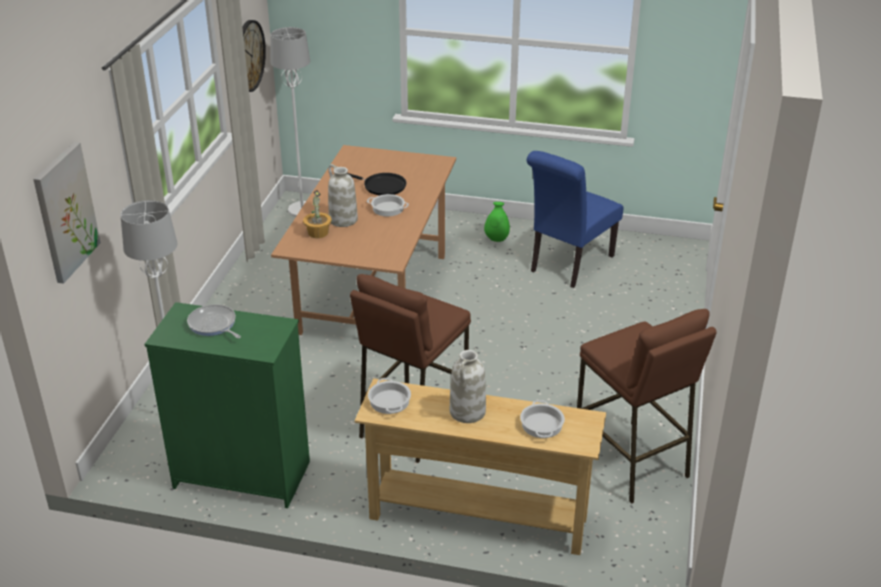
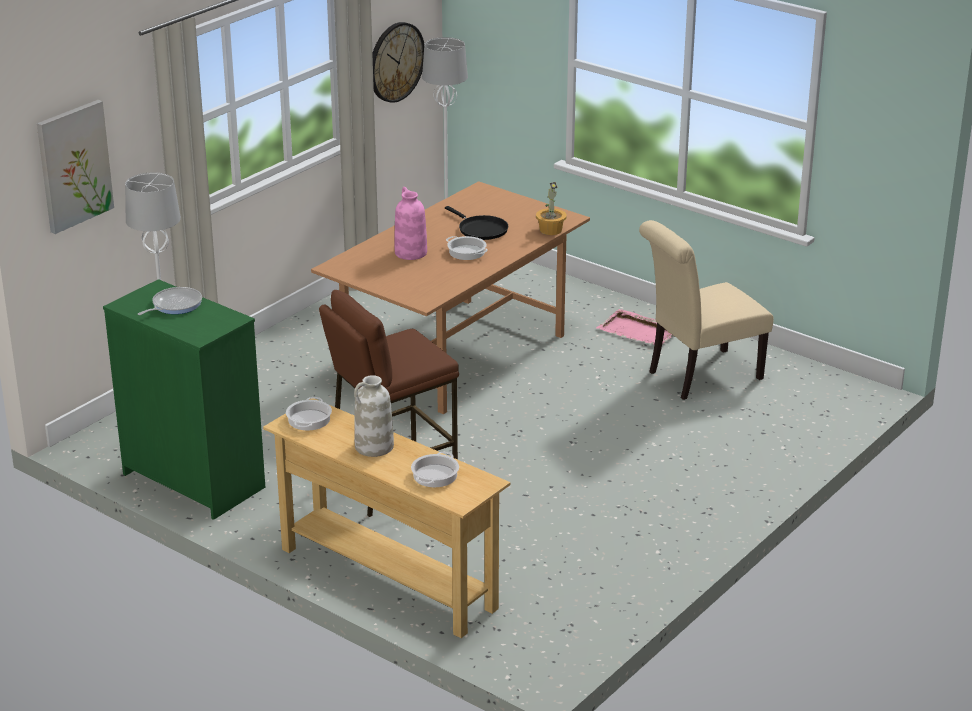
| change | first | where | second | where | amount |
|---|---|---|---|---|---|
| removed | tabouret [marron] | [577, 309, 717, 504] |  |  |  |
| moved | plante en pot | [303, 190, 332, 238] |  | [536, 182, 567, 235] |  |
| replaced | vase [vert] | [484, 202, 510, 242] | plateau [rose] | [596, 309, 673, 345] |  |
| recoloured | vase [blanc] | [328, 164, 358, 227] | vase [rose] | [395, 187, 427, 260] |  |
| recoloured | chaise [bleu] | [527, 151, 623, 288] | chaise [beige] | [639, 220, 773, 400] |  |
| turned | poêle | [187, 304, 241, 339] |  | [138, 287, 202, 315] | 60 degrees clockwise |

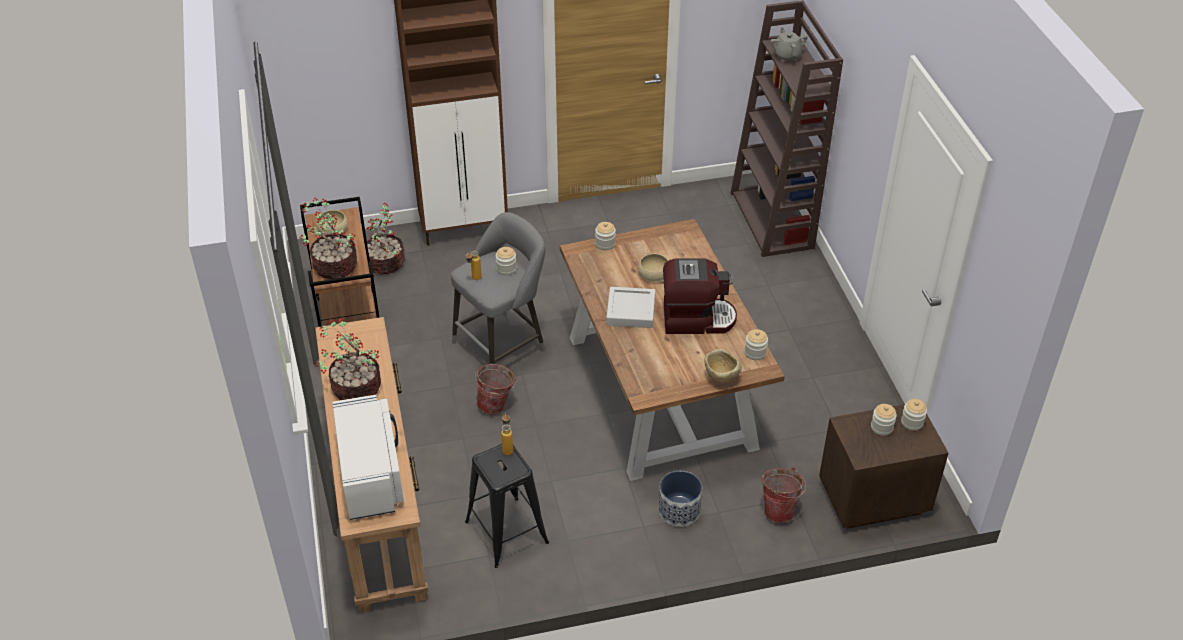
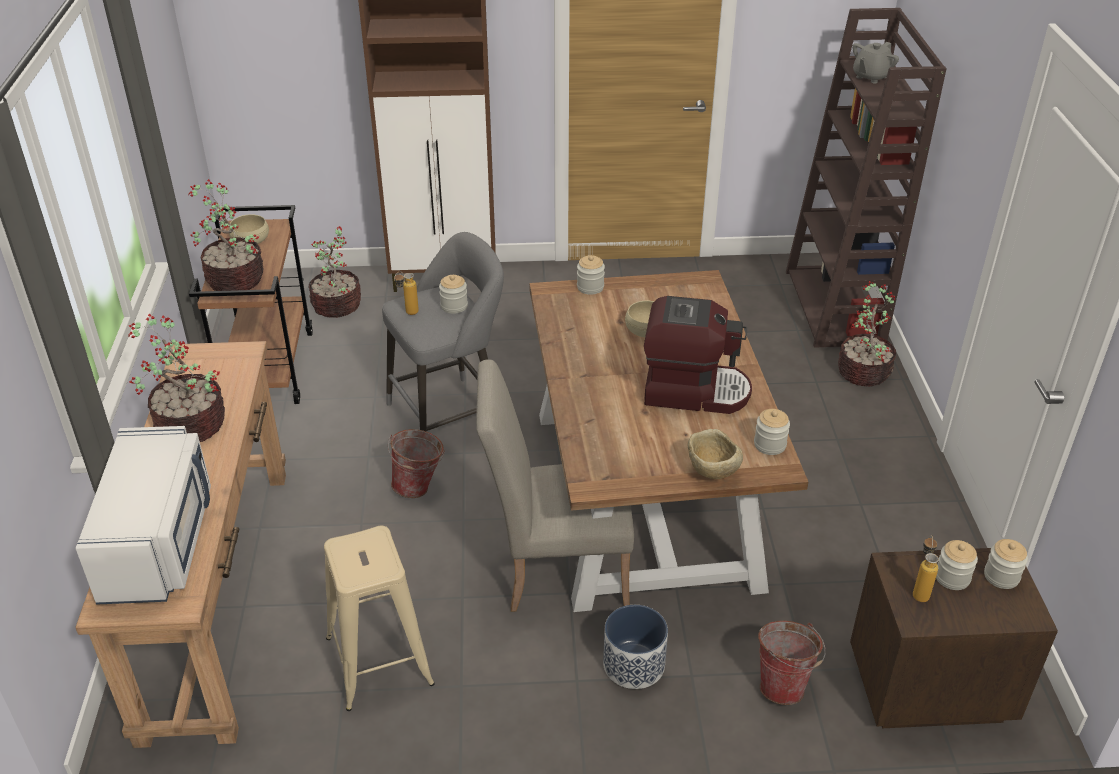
| change | first | where | second | where | amount |
|---|---|---|---|---|---|
| removed | plateau [gris] | [606, 287, 655, 328] |  |  |  |
| added |  |  | chaise [beige] | [476, 359, 634, 611] |  |
| added |  |  | plante en pot | [838, 281, 896, 387] |  |
| moved | bouteille | [501, 413, 513, 455] |  | [913, 535, 939, 602] |  |
| recoloured | tabouret [noir] | [465, 444, 549, 568] | tabouret [beige] | [324, 526, 435, 711] |  |
| turned | théière [gris] | [770, 27, 808, 62] |  | [852, 42, 899, 83] | 135 degrees counterclockwise |

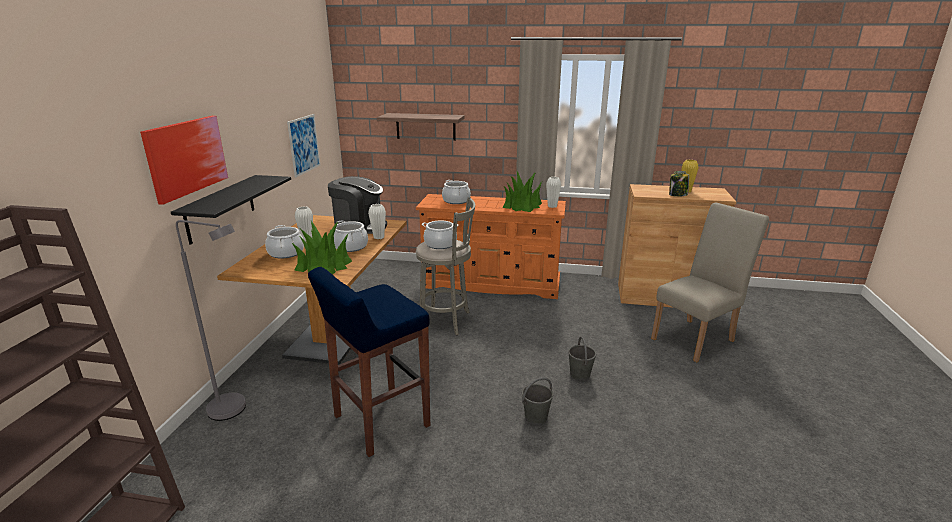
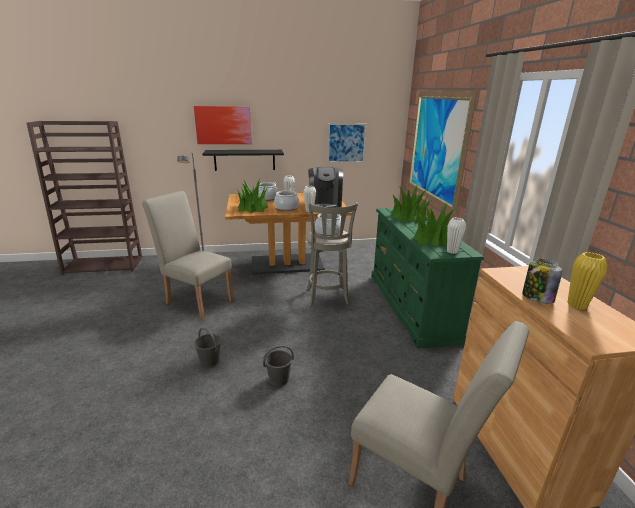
| change | first | where | second | where | amount |
|---|---|---|---|---|---|
| replaced | tabouret [bleu] | [308, 267, 430, 457] | chaise [beige] | [142, 191, 234, 320] |  |
| replaced | étagère | [377, 113, 465, 141] | tableau | [409, 91, 477, 215] |  |
| replaced | marmite | [442, 180, 471, 204] | plante en pot | [391, 186, 431, 222] |  |
| recoloured | commode [orange] | [416, 194, 566, 299] | commode [vert] | [371, 208, 484, 349] |  |

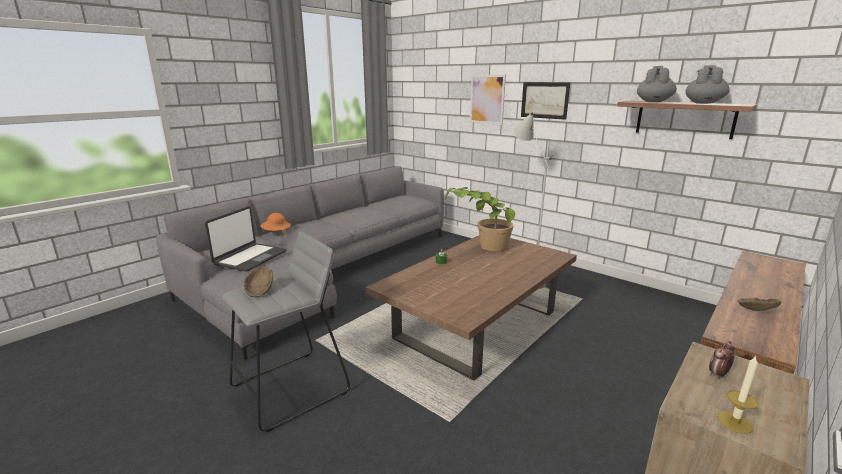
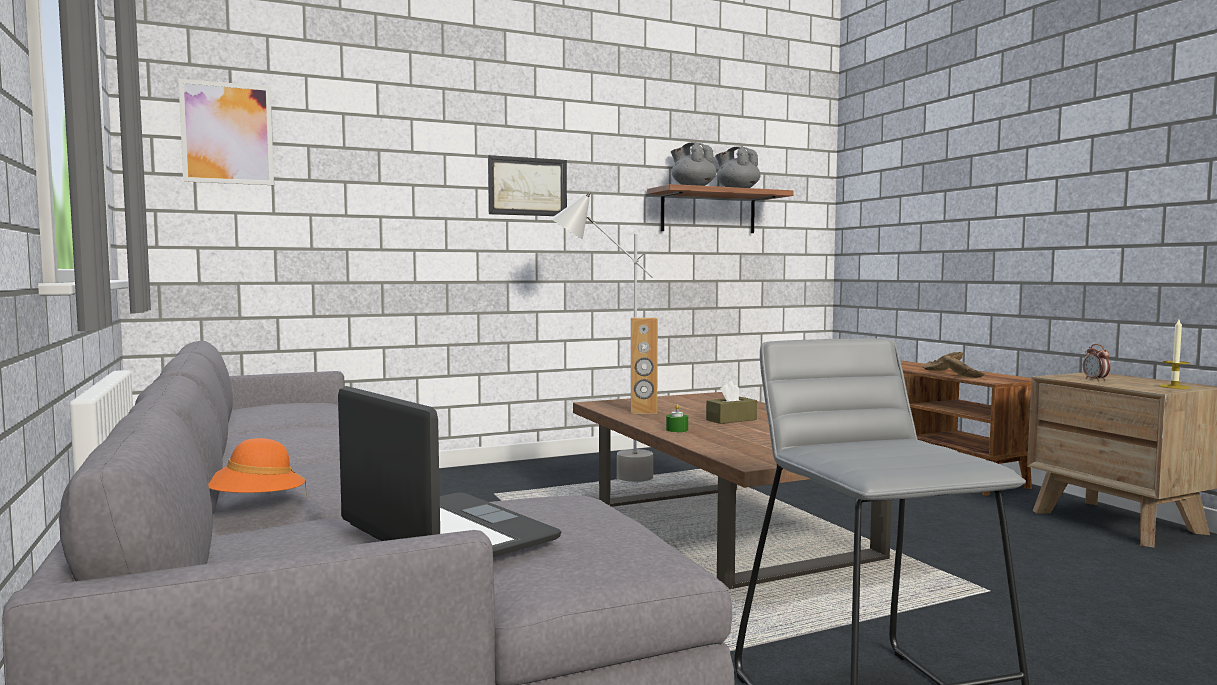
| change | first | where | second | where | amount |
|---|---|---|---|---|---|
| added |  |  | boîte à mouchoirs [marron] | [706, 381, 757, 424] |  |
| moved | bol [marron] | [244, 267, 273, 297] |  | [943, 355, 985, 378] |  |
| moved | tableau | [470, 75, 506, 125] |  | [178, 78, 274, 185] |  |
| replaced | plante en pot | [445, 187, 515, 252] | enceinte [marron] | [631, 318, 658, 414] |  |

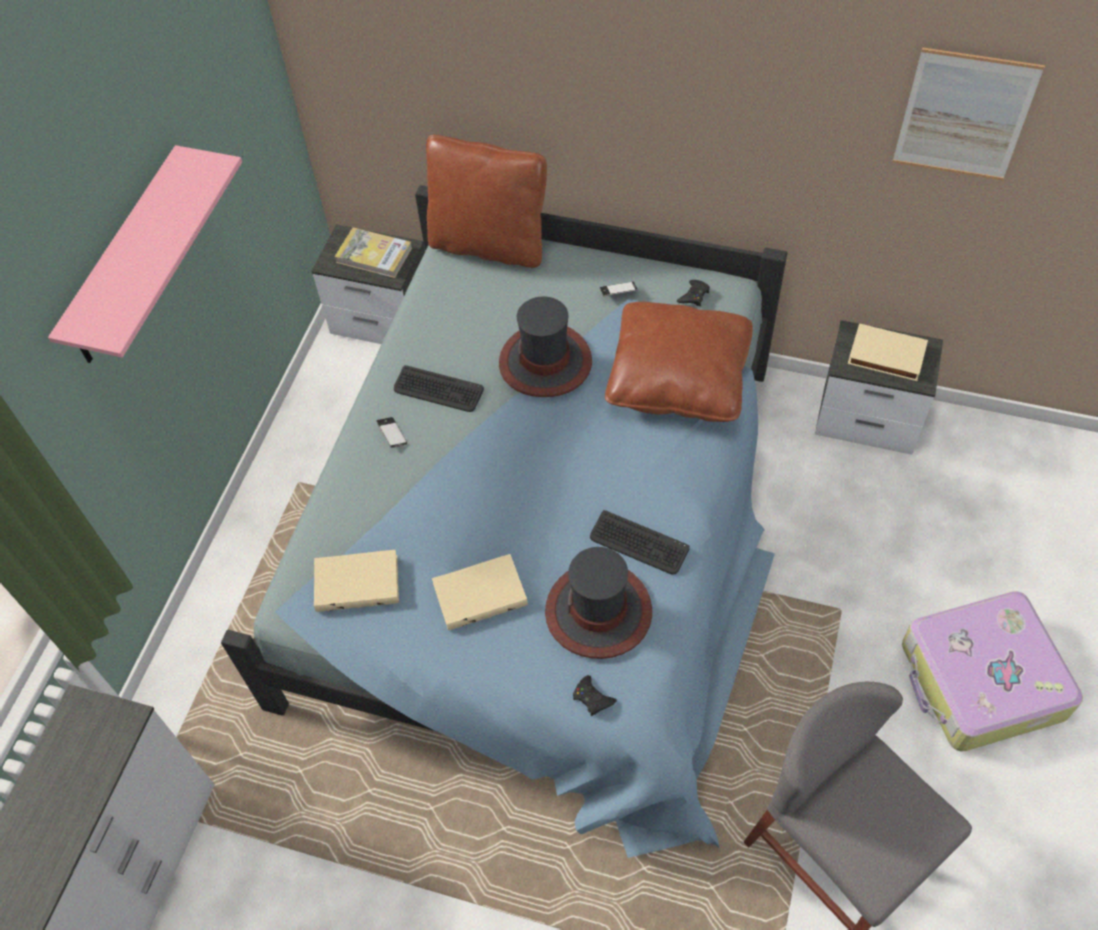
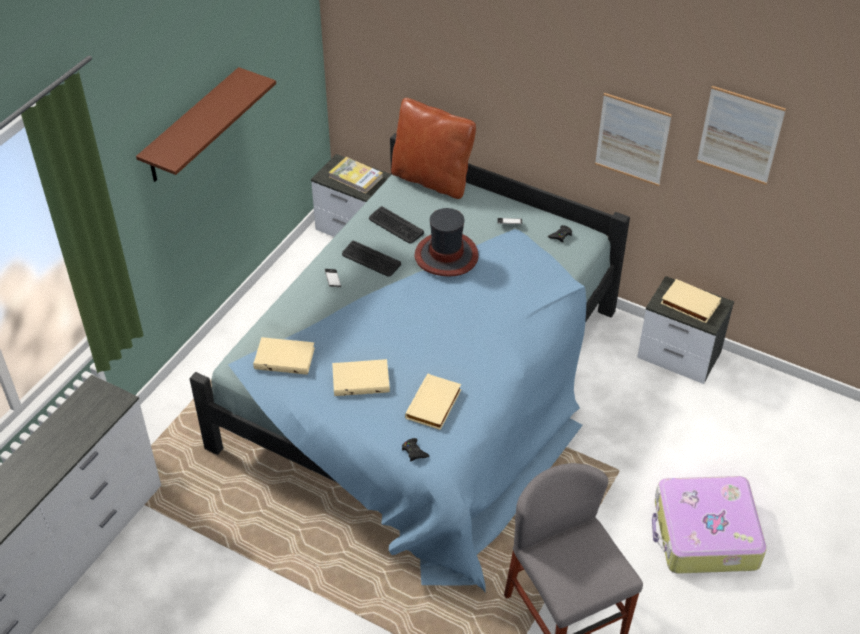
| change | first | where | second | where | amount |
|---|---|---|---|---|---|
| removed | coussin [marron] | [605, 302, 753, 422] |  |  |  |
| added |  |  | tableau | [595, 93, 672, 186] |  |
| moved | clavier | [590, 510, 690, 575] |  | [369, 206, 424, 243] |  |
| replaced | chapeau | [545, 547, 652, 659] | livre [beige] | [405, 374, 461, 430] |  |
| recoloured | étagère [rose] | [48, 145, 242, 363] | étagère [marron] | [136, 67, 276, 182] |  |

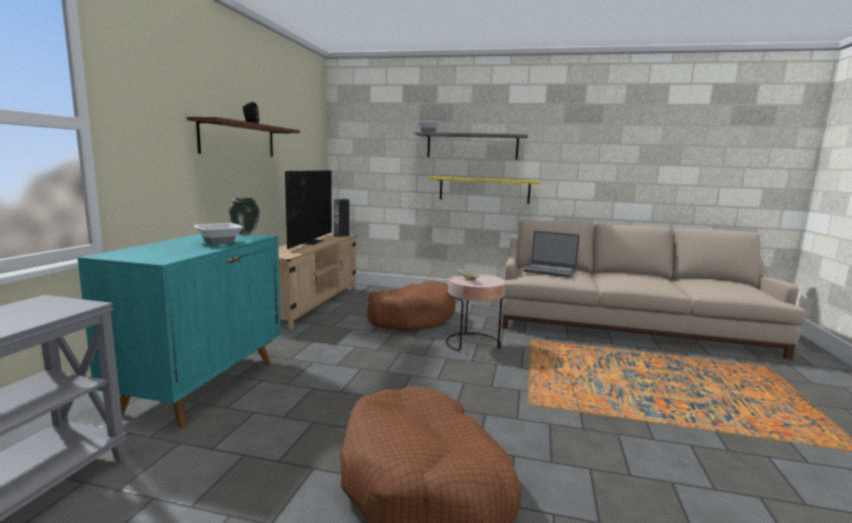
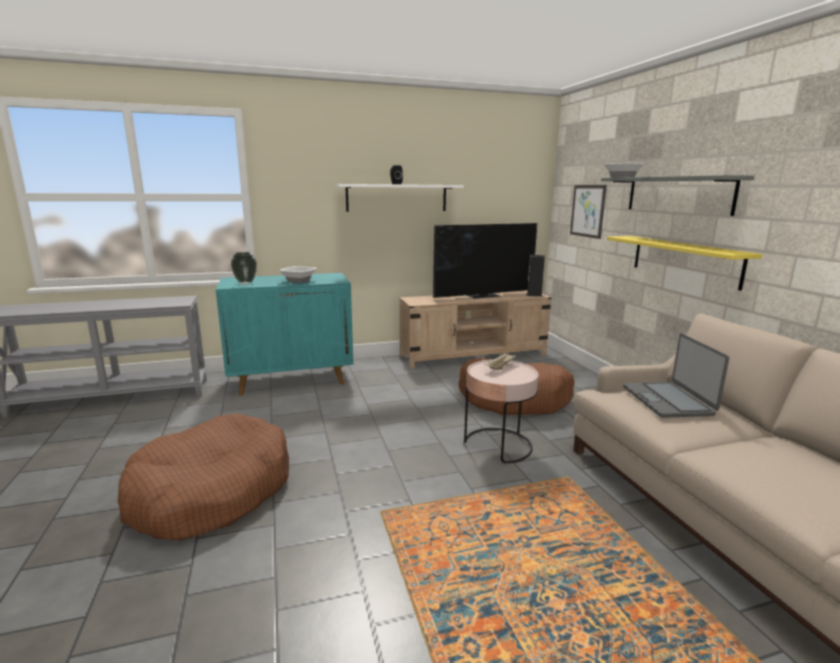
| change | first | where | second | where | amount |
|---|---|---|---|---|---|
| added |  |  | tableau | [570, 185, 607, 239] |  |
| moved | vase | [229, 198, 260, 235] |  | [231, 252, 257, 285] |  |
| recoloured | étagère [marron] | [187, 117, 300, 157] | étagère [blanc] | [335, 184, 464, 212] |  |

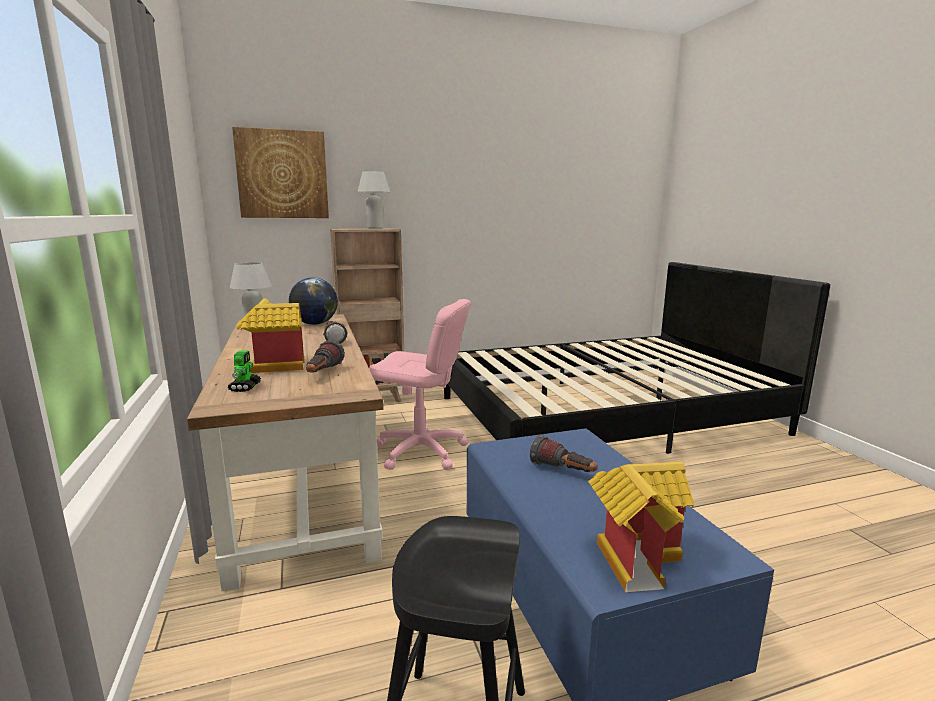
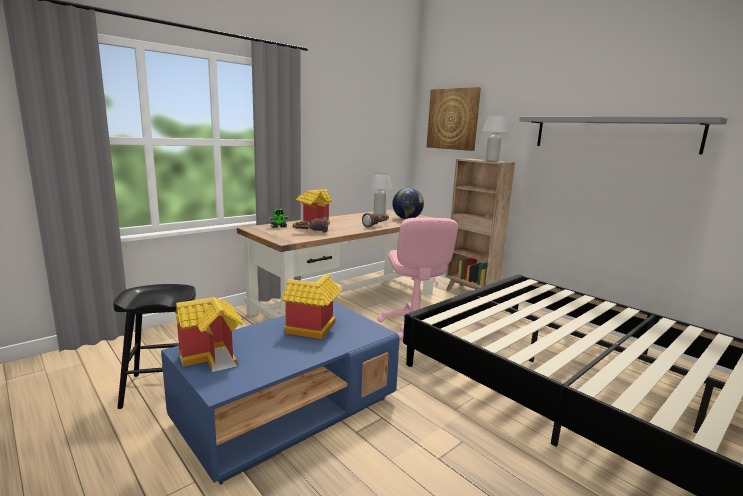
| change | first | where | second | where | amount |
|---|---|---|---|---|---|
| added |  |  | étagère [gris] | [519, 117, 727, 154] |  |
| replaced | lampe de poche | [530, 435, 598, 472] | maison miniature | [282, 274, 342, 339] |  |

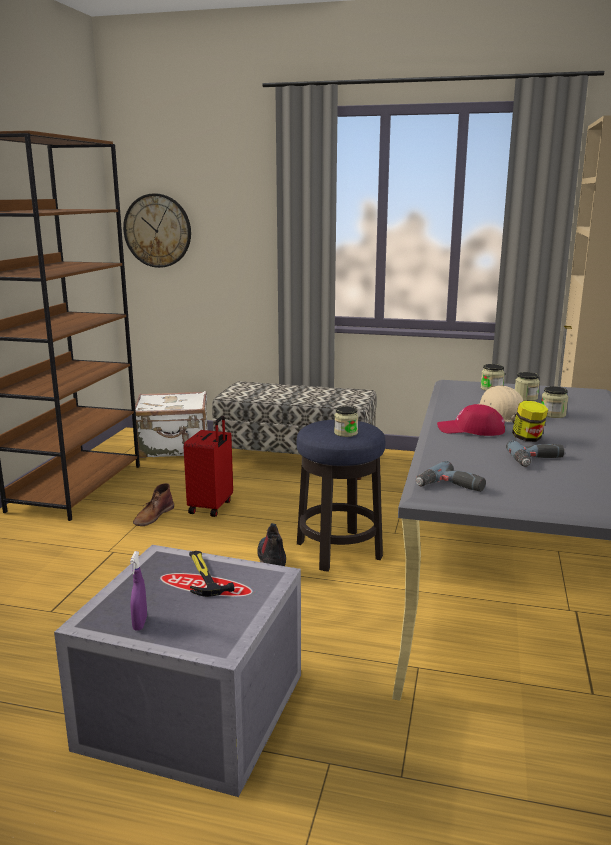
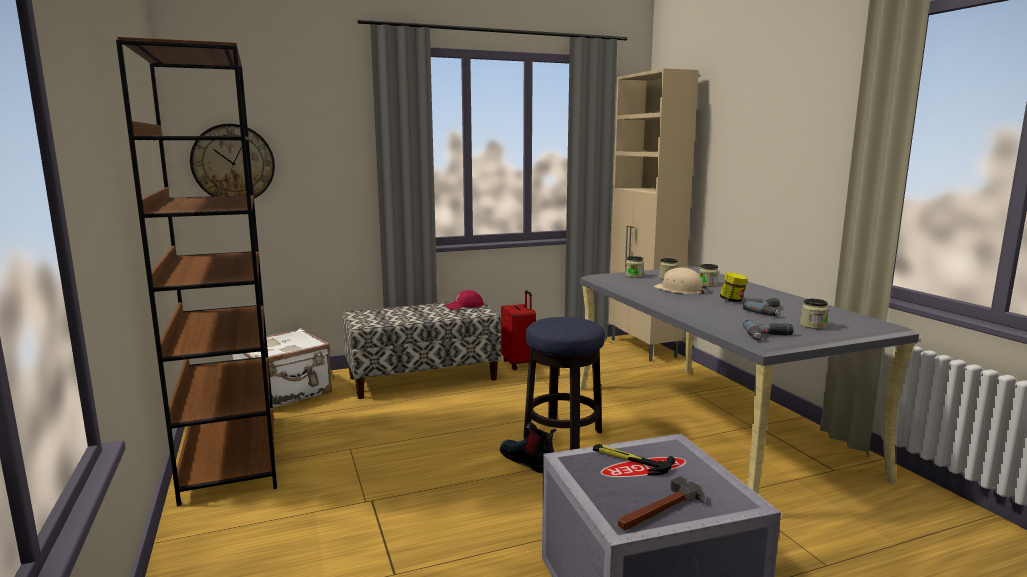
| change | first | where | second | where | amount |
|---|---|---|---|---|---|
| removed | botte [marron] | [133, 483, 174, 526] |  |  |  |
| moved | valise [rouge] | [183, 416, 233, 517] |  | [501, 290, 536, 370] |  |
| moved | bocal | [334, 406, 358, 437] |  | [800, 299, 829, 329] |  |
| moved | casquette [rouge] | [437, 404, 505, 436] |  | [445, 290, 483, 310] |  |
| replaced | vaporisateur [violet] | [130, 551, 147, 631] | marteau | [618, 476, 705, 530] |  |

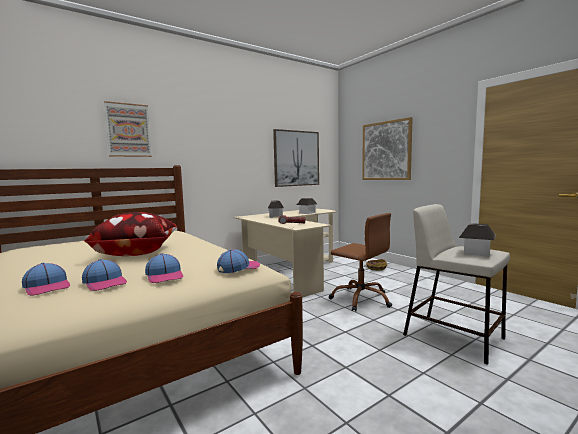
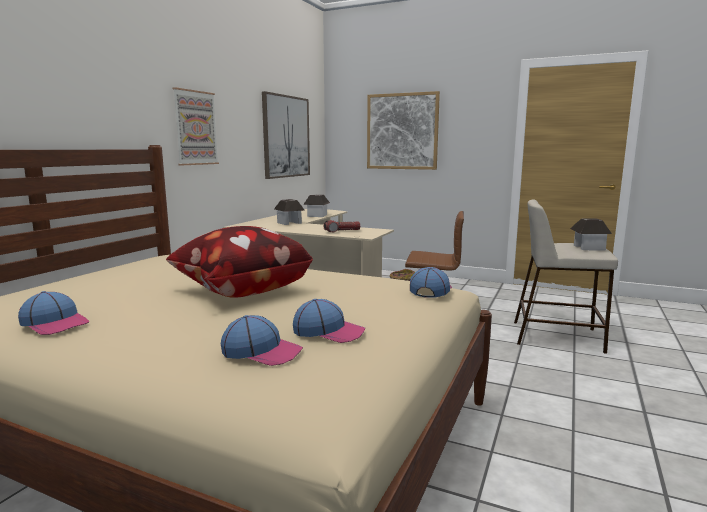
| change | first | where | second | where | amount |
|---|---|---|---|---|---|
| moved | tableau | [104, 101, 152, 157] |  | [173, 87, 219, 166] |  |
| moved | casquette | [145, 253, 183, 283] |  | [18, 291, 89, 335] |  |

